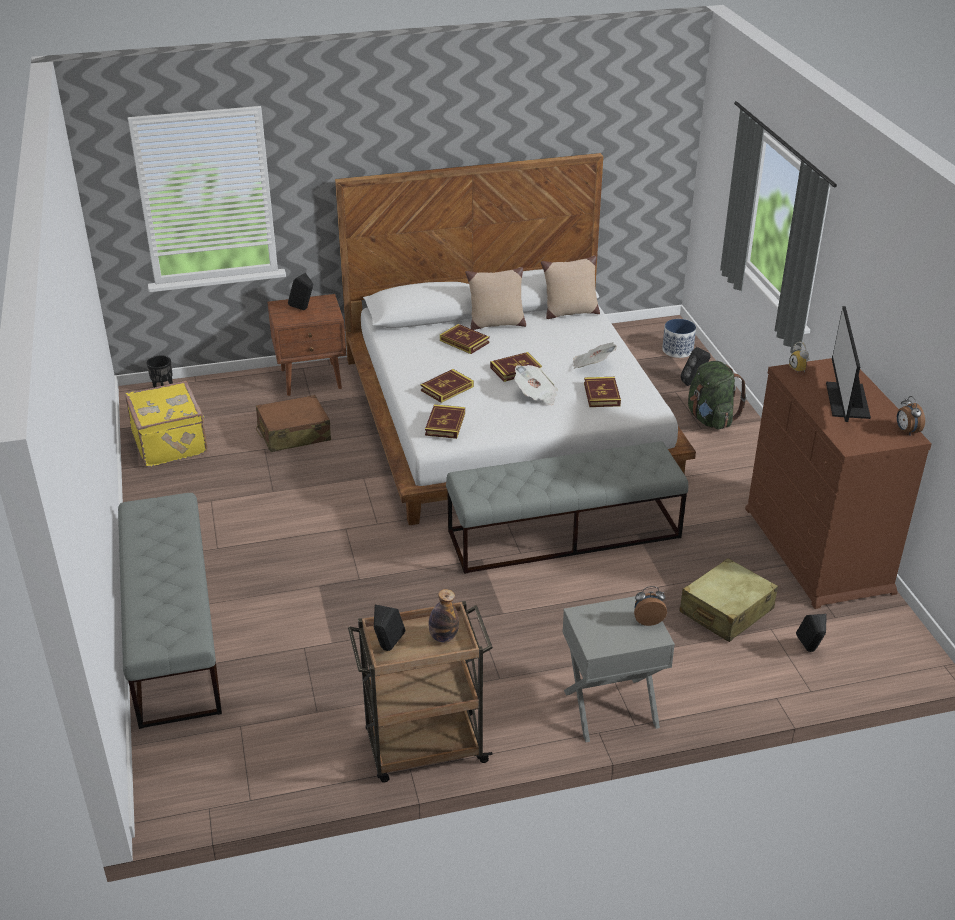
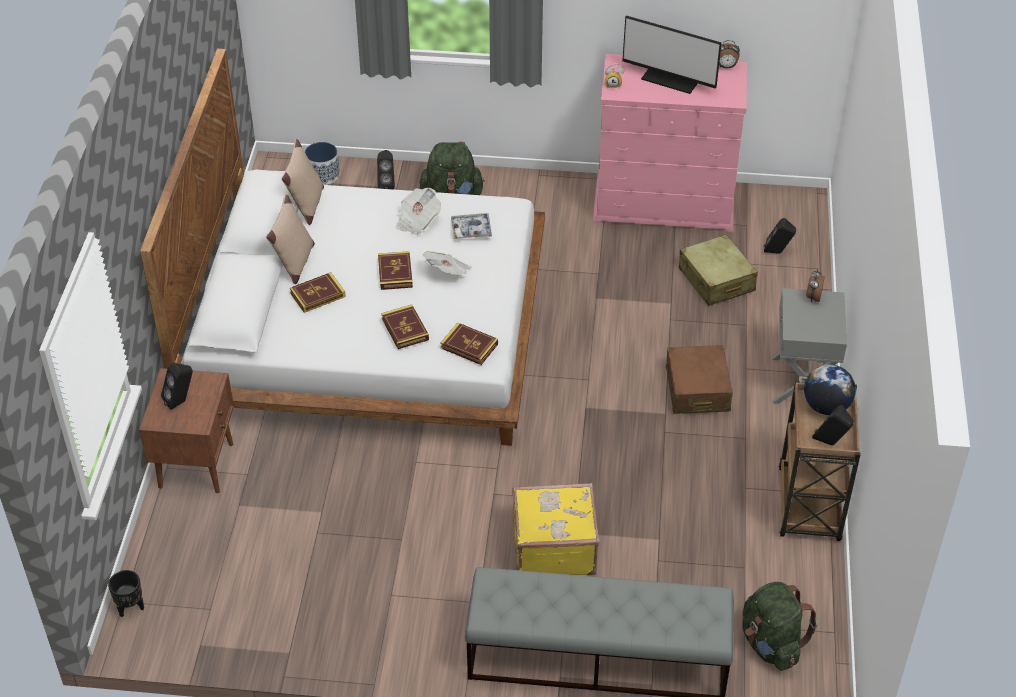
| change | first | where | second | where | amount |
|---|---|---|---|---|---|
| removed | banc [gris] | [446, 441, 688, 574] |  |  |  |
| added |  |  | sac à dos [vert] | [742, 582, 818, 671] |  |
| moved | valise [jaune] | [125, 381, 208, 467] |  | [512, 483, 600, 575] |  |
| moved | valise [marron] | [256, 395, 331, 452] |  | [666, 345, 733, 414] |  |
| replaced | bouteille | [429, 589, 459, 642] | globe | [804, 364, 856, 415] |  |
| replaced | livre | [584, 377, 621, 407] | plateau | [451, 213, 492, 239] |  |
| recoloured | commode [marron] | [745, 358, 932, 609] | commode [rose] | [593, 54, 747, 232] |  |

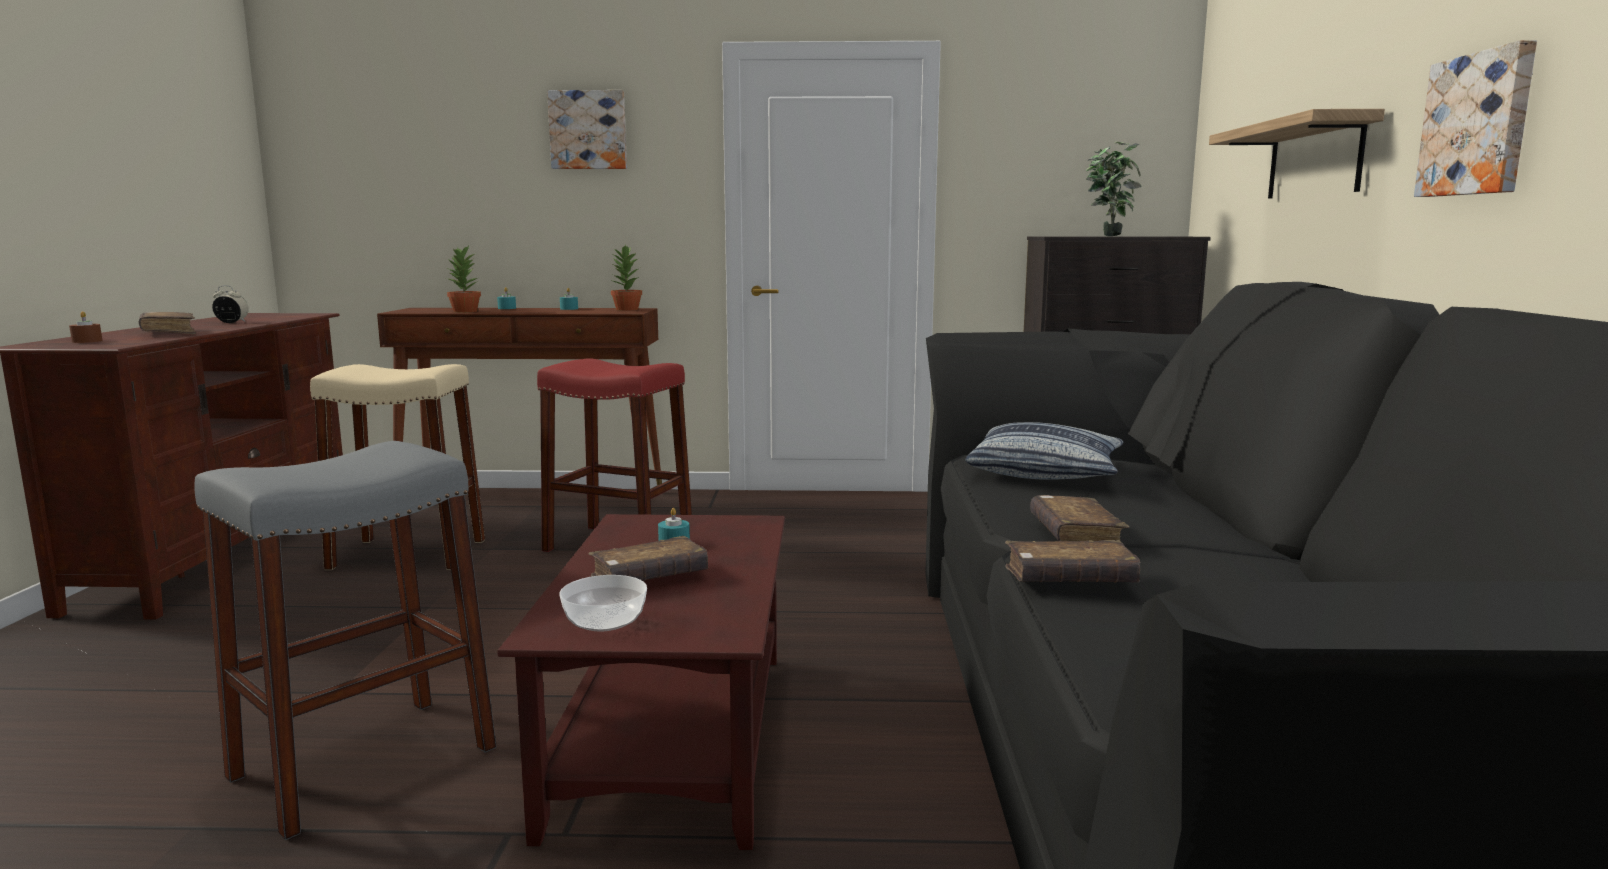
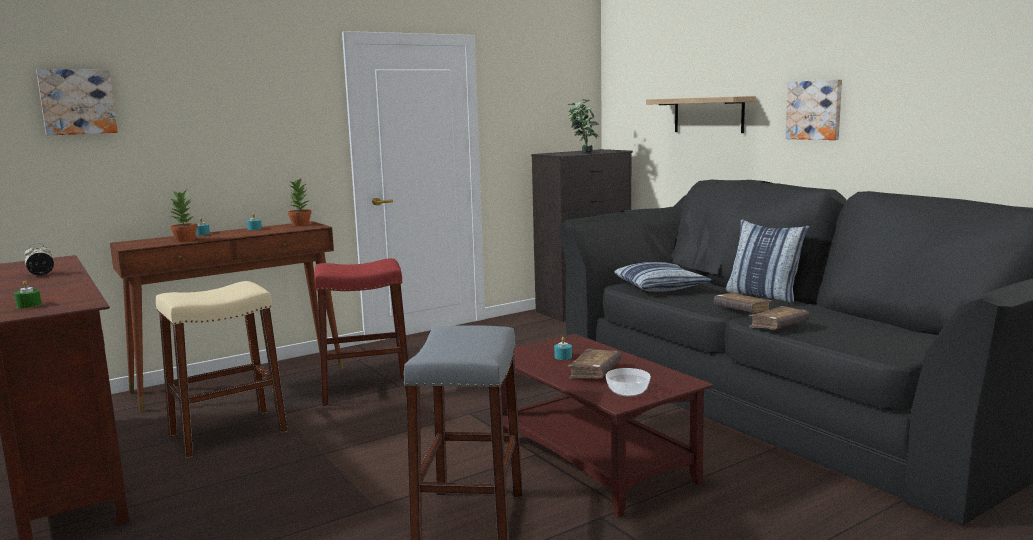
| change | first | where | second | where | amount |
|---|---|---|---|---|---|
| removed | livre [marron] | [139, 312, 196, 334] |  |  |  |
| added |  |  | coussin | [725, 219, 810, 303] |  |
| moved | tableau | [547, 90, 627, 169] |  | [36, 69, 118, 136] |  |
| recoloured | bougie [marron] | [69, 311, 103, 343] | bougie [vert] | [14, 280, 41, 308] |  |

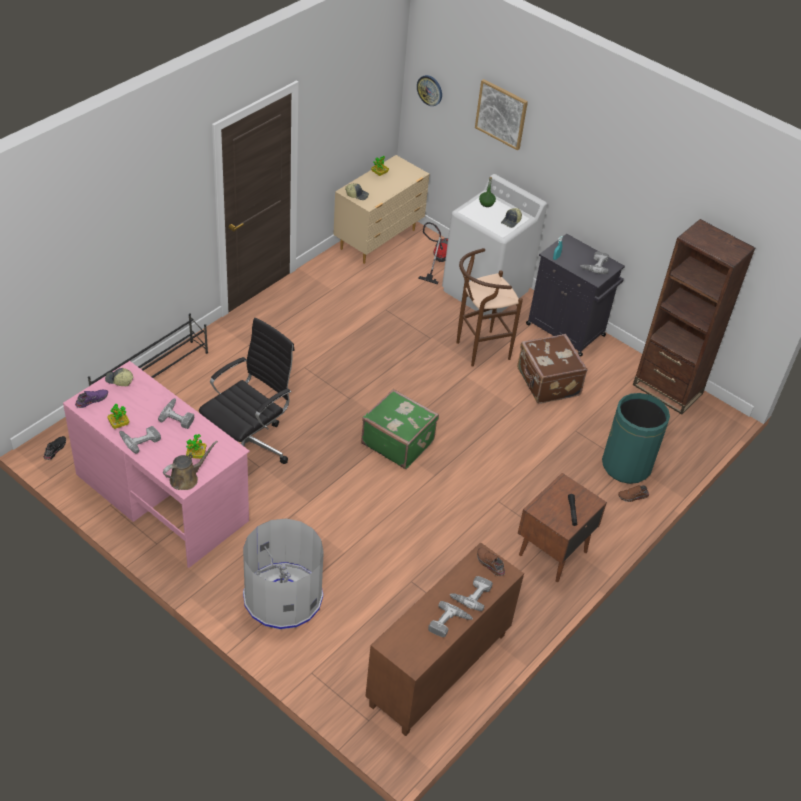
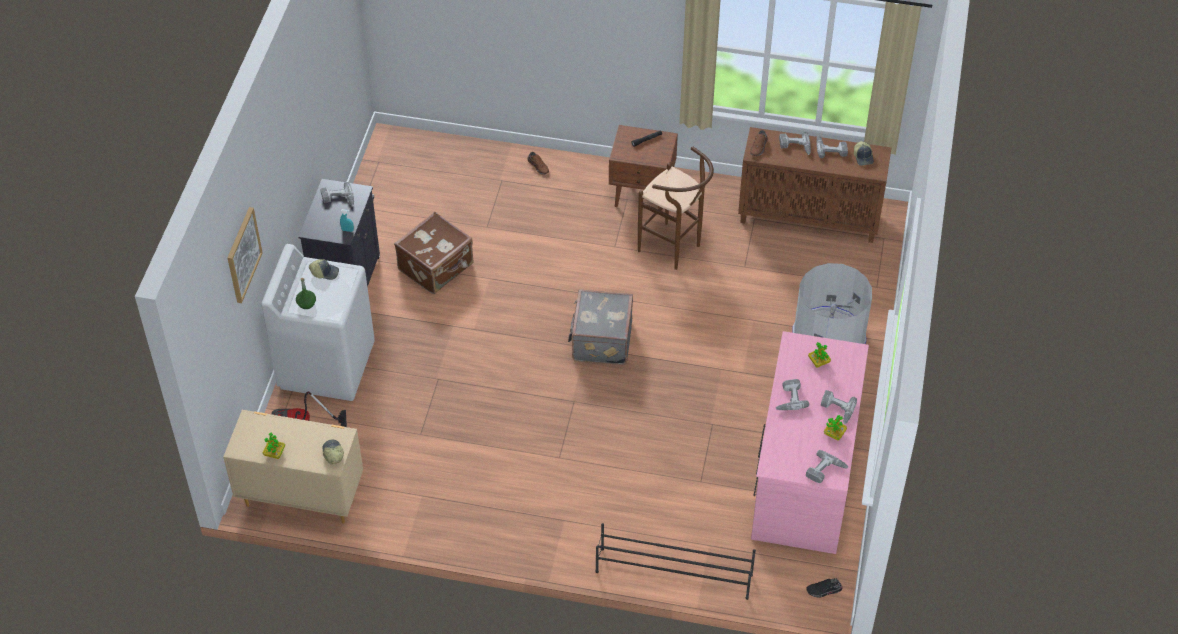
| change | first | where | second | where | amount |
|---|---|---|---|---|---|
| removed | arrosoir [marron] | [163, 441, 218, 490] |  |  |  |
| removed | chaise de bureau [noir] | [199, 318, 295, 464] |  |  |  |
| removed | horloge murale | [417, 75, 442, 106] |  |  |  |
| removed | poubelle [vert] | [602, 393, 670, 484] |  |  |  |
| removed | bibliothèque [marron] | [633, 219, 755, 414] |  |  |  |
| moved | casquette | [105, 368, 134, 386] |  | [854, 141, 874, 166] |  |
| moved | tabouret [marron] | [456, 248, 523, 367] |  | [638, 147, 714, 270] |  |
| replaced | chaussure [violet] | [75, 390, 108, 408] | perceuse | [806, 450, 849, 483] |  |
| recoloured | valise [vert] | [361, 389, 439, 469] | valise [gris] | [568, 289, 633, 365] |  |

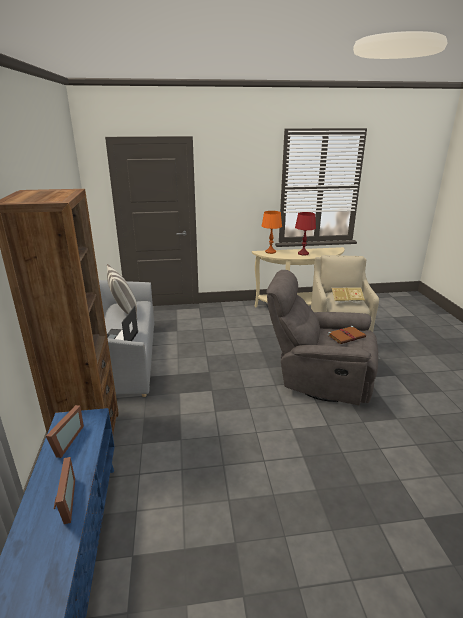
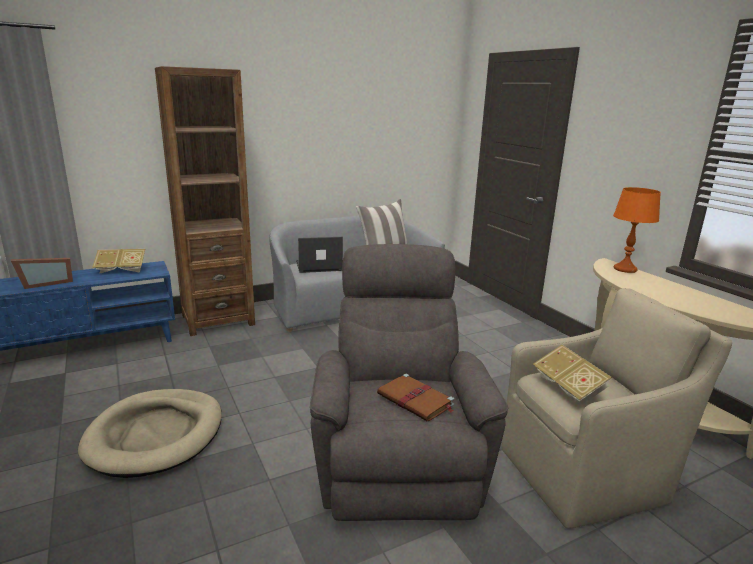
| change | first | where | second | where | amount |
|---|---|---|---|---|---|
| removed | lampe de table [rouge] | [295, 212, 316, 256] |  |  |  |
| added |  |  | panier pour chien [beige] | [78, 389, 222, 478] |  |
| replaced | cadre photo | [46, 405, 84, 458] | livre | [92, 249, 145, 274] |  |

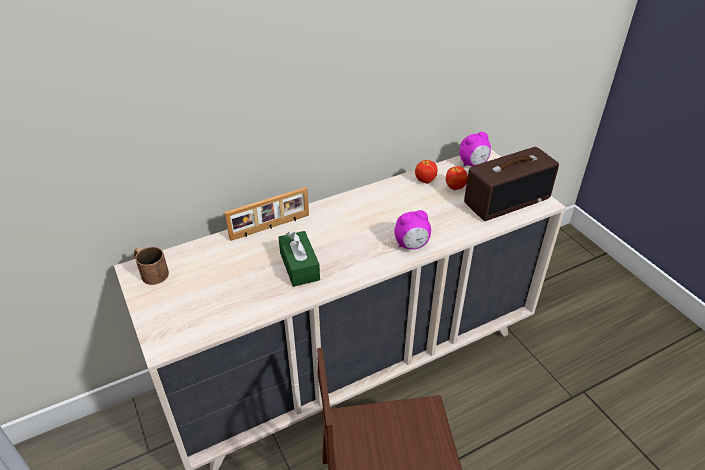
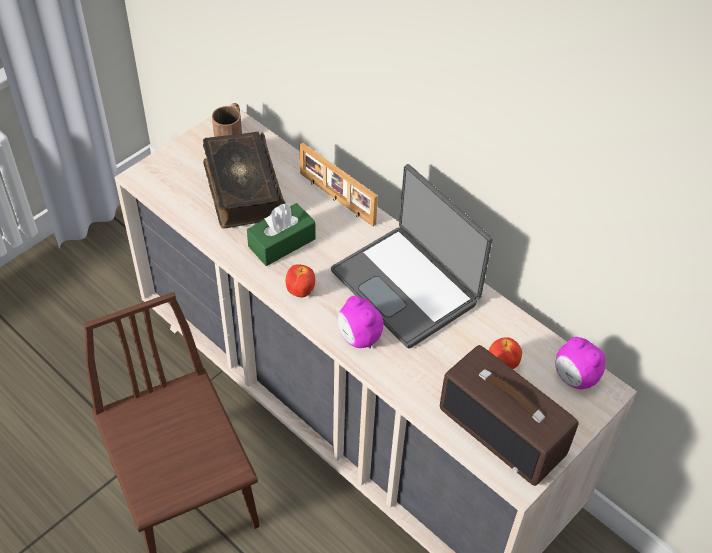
| change | first | where | second | where | amount |
|---|---|---|---|---|---|
| added |  |  | livre | [203, 132, 286, 229] |  |
| added |  |  | ordinateur portable | [331, 164, 493, 349] |  |
| moved | pomme | [415, 160, 437, 184] |  | [286, 264, 315, 298] |  |

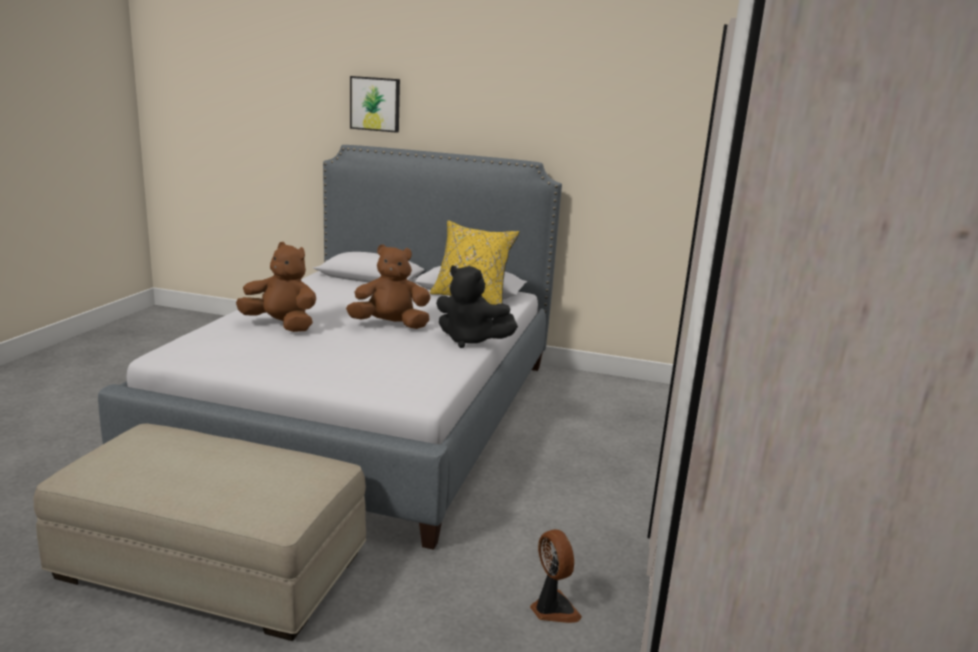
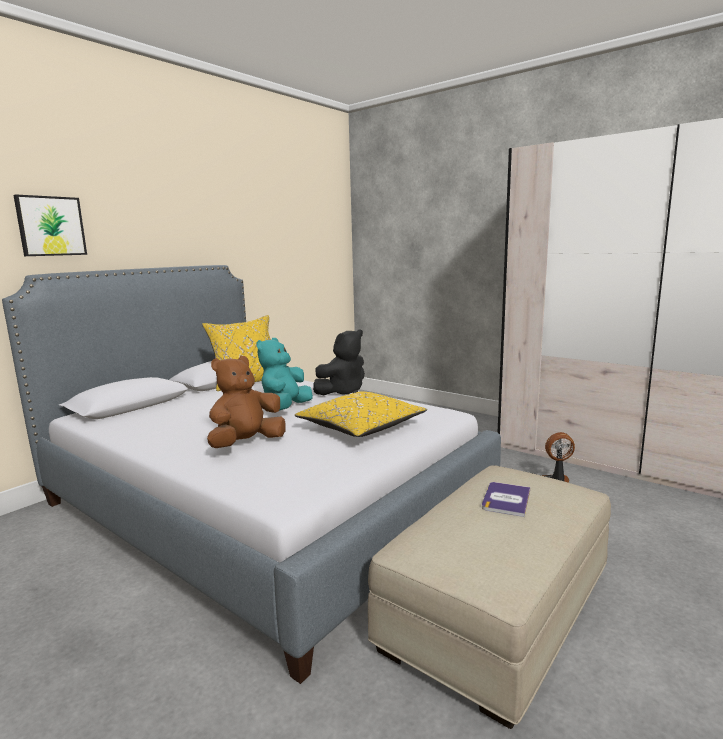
| change | first | where | second | where | amount |
|---|---|---|---|---|---|
| added |  |  | coussin [jaune] | [295, 391, 427, 437] |  |
| added |  |  | livre | [482, 482, 530, 517] |  |
| recoloured | peluche [marron] | [346, 244, 431, 329] | peluche [turquoise] | [257, 338, 313, 411] |  |

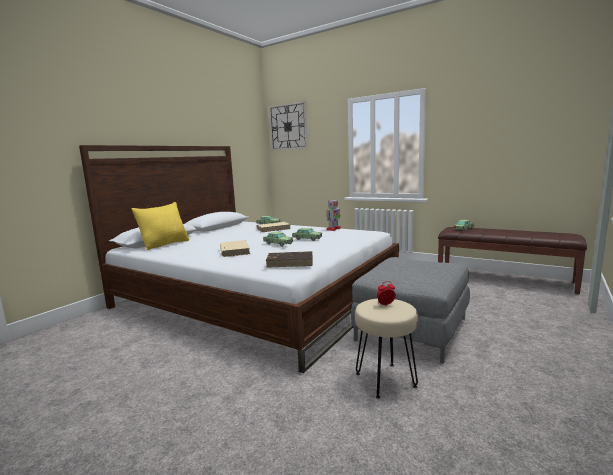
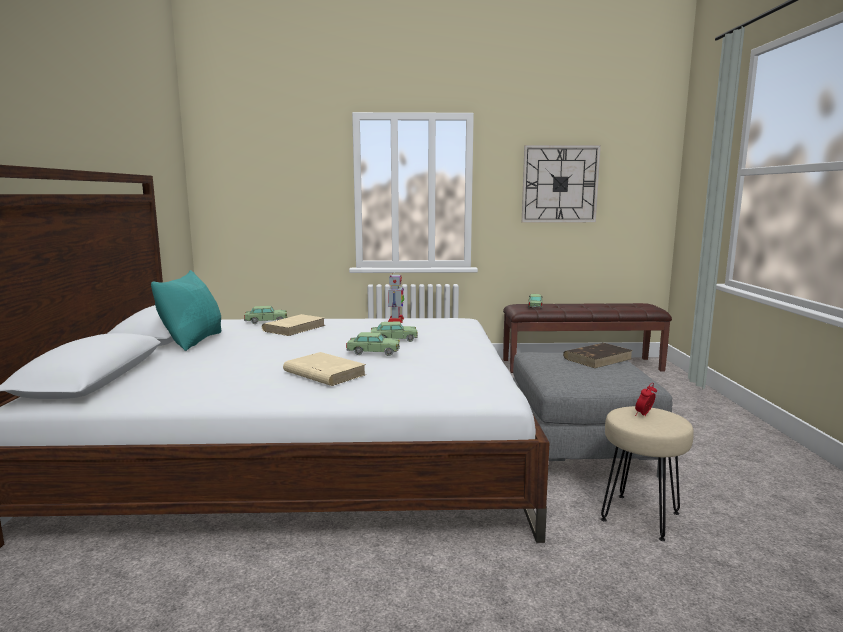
| change | first | where | second | where | amount |
|---|---|---|---|---|---|
| removed | coussin [jaune] | [132, 202, 189, 250] |  |  |  |
| added |  |  | coussin [turquoise] | [151, 270, 221, 351] |  |
| moved | livre [marron] | [265, 251, 313, 268] |  | [563, 343, 633, 368] |  |
| moved | horloge murale | [269, 101, 308, 150] |  | [522, 145, 601, 222] |  |

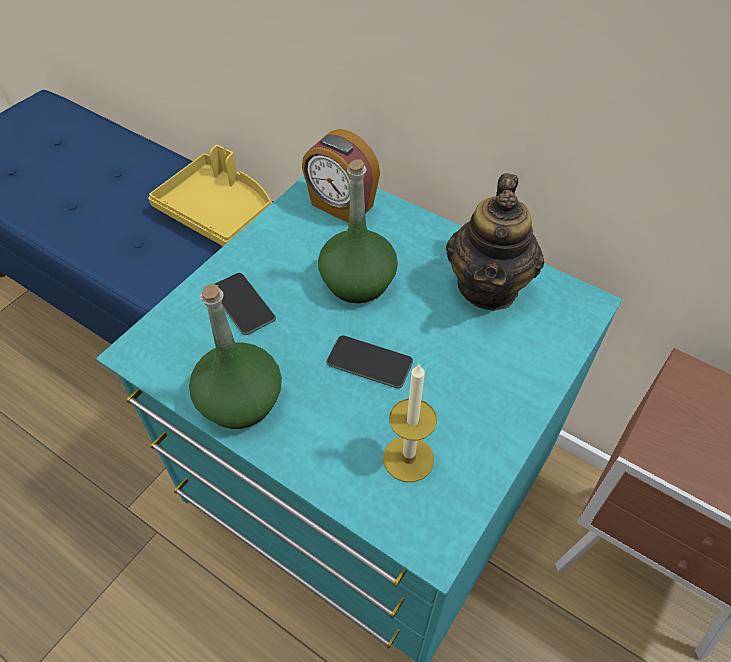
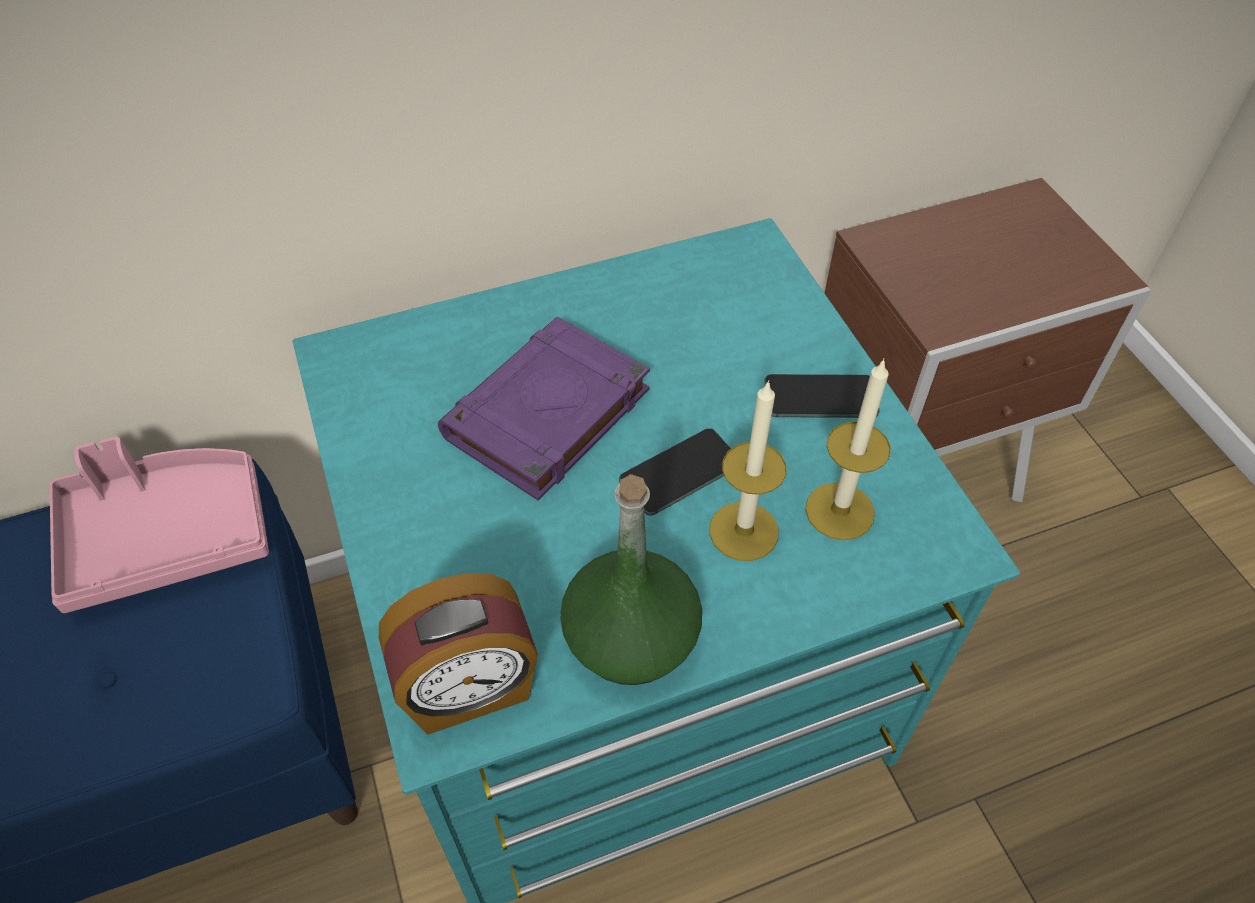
| change | first | where | second | where | amount |
|---|---|---|---|---|---|
| removed | théière | [446, 173, 545, 310] |  |  |  |
| added |  |  | bougie | [709, 380, 786, 561] |  |
| moved | téléphone | [215, 273, 276, 335] |  | [764, 374, 880, 418] |  |
| moved | réveil | [302, 129, 380, 223] |  | [379, 573, 538, 735] |  |
| replaced | bouteille [vert] | [318, 160, 398, 303] | livre [violet] | [438, 317, 650, 501] |  |
| recoloured | plateau [jaune] | [148, 145, 272, 246] | plateau [rose] | [50, 436, 269, 613] |  |

